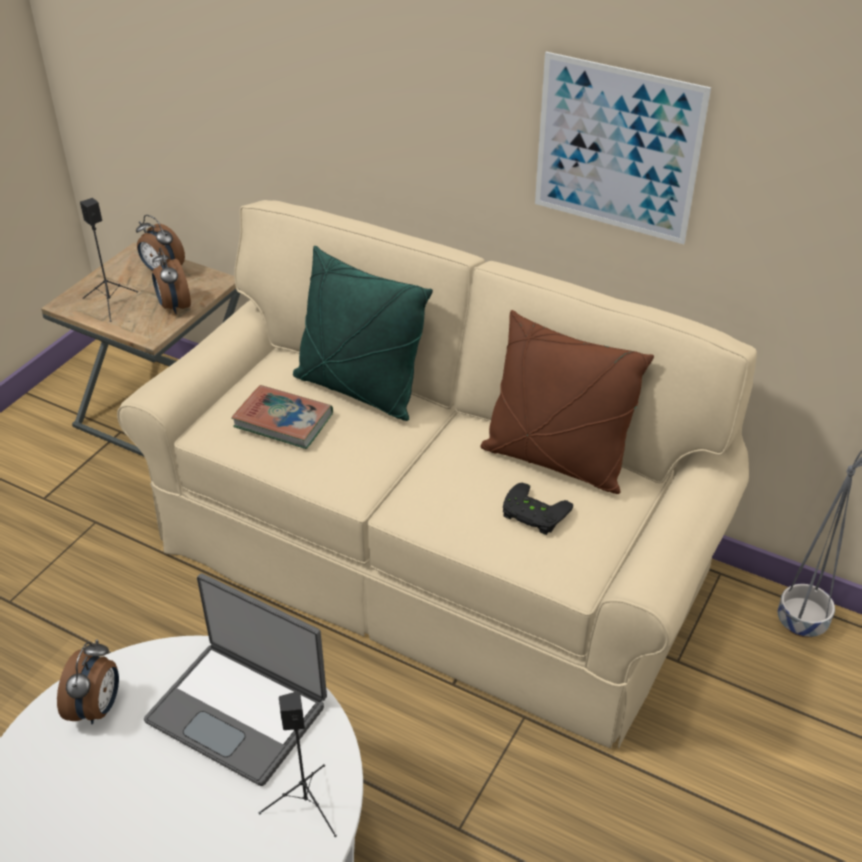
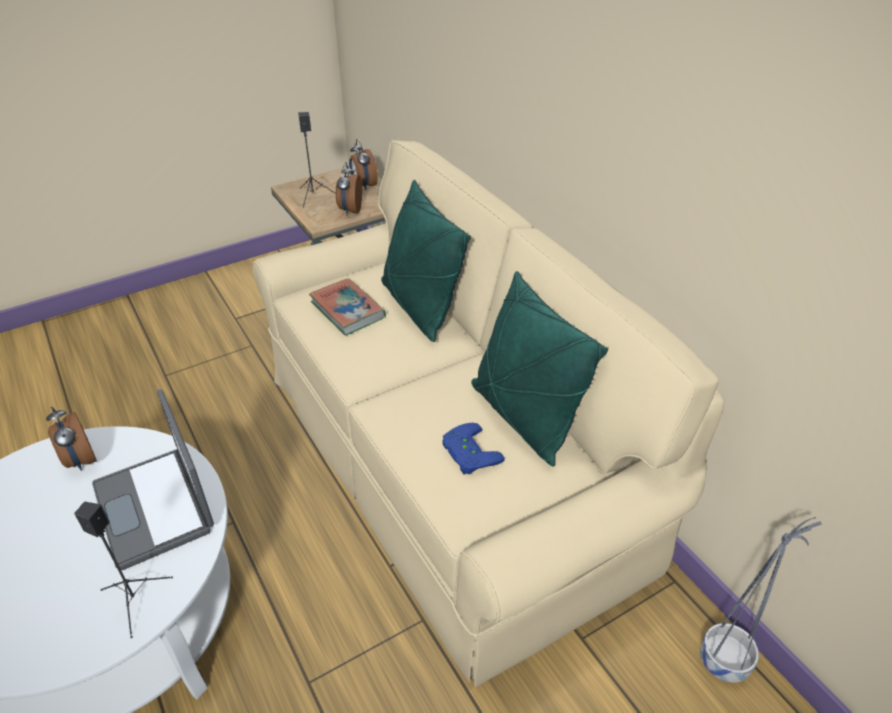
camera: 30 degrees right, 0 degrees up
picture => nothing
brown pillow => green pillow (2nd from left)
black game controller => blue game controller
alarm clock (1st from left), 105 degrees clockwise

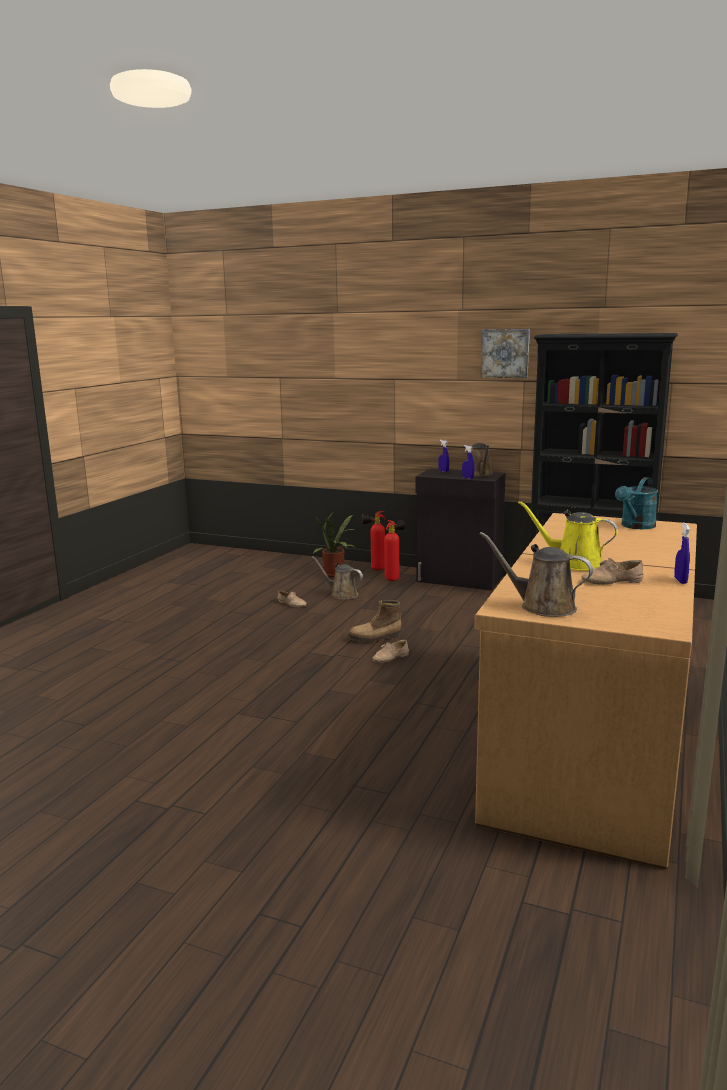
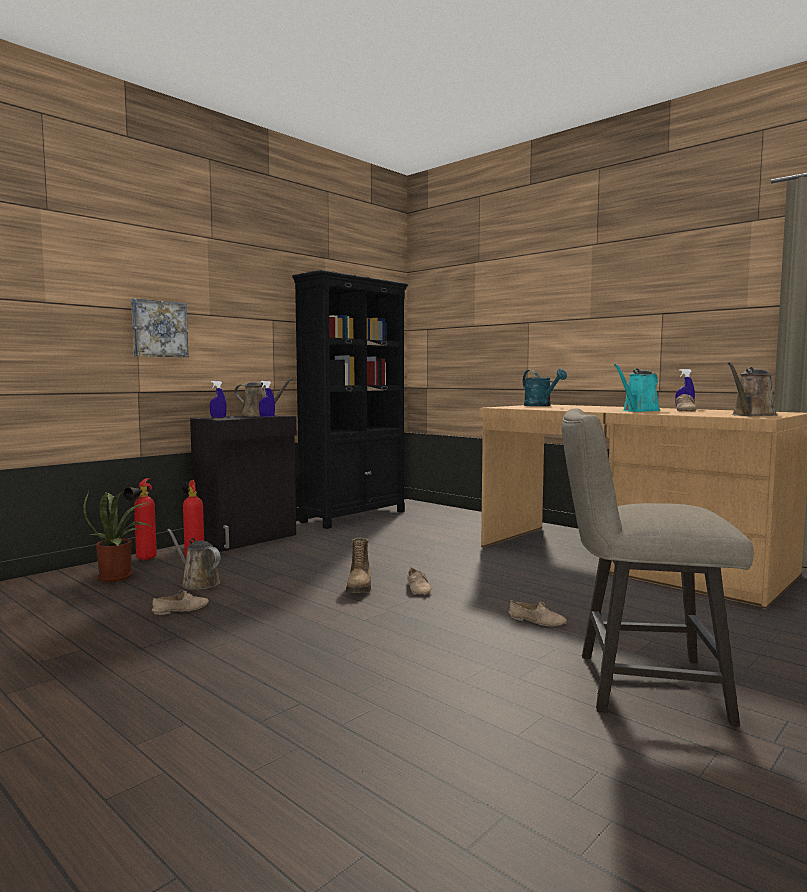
camera: 70 degrees left, 10 degrees down
picture, move
yellow watering can => turquoise watering can (2nd from left)
brown watering can (1st from left), 75 degrees clockwise
nothing => beige stool
nothing => beige shoe (3rd from left)

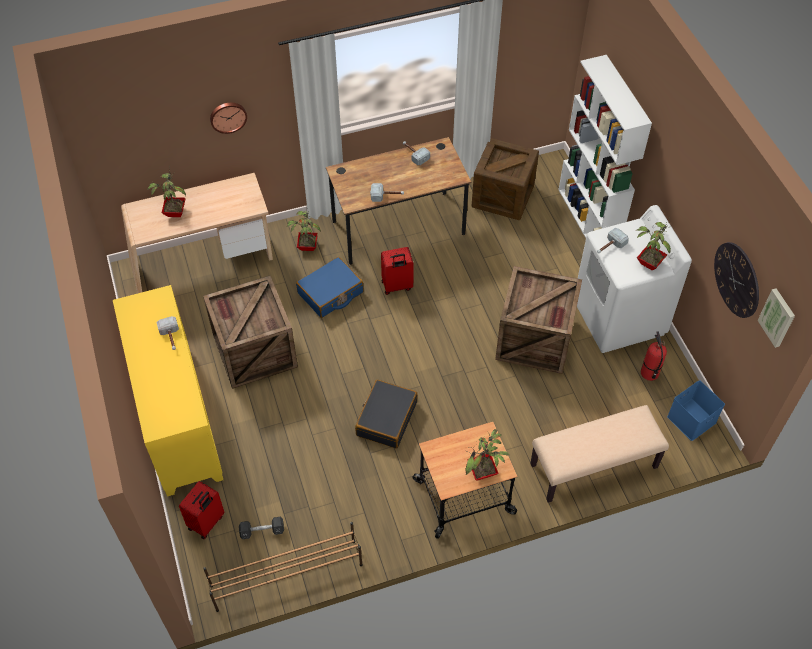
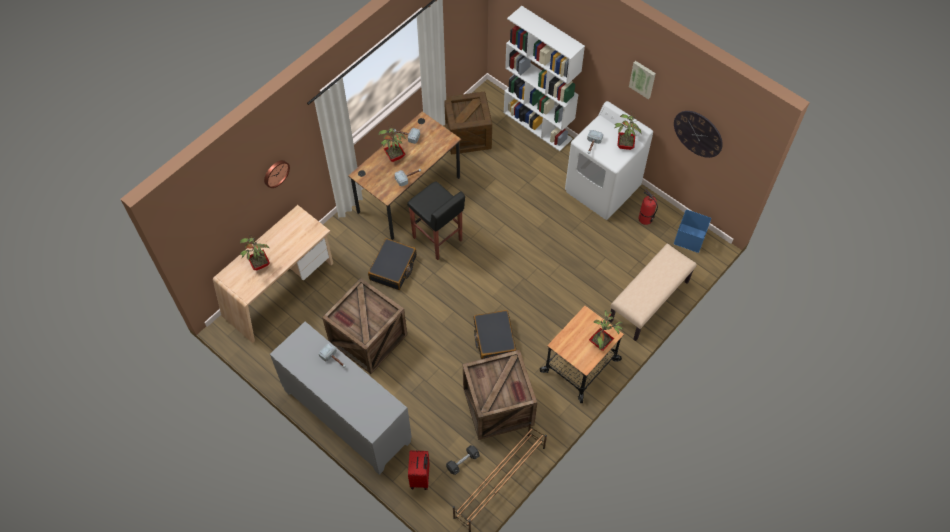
camera: 30 degrees left, 5 degrees up
potted plant (2nd from left), move
red suitcase (2nd from left) => black stool
blue suitcase => black suitcase (1st from left)
crate (3rd from left), move
yellow cabinet => grey cabinet
picture, move

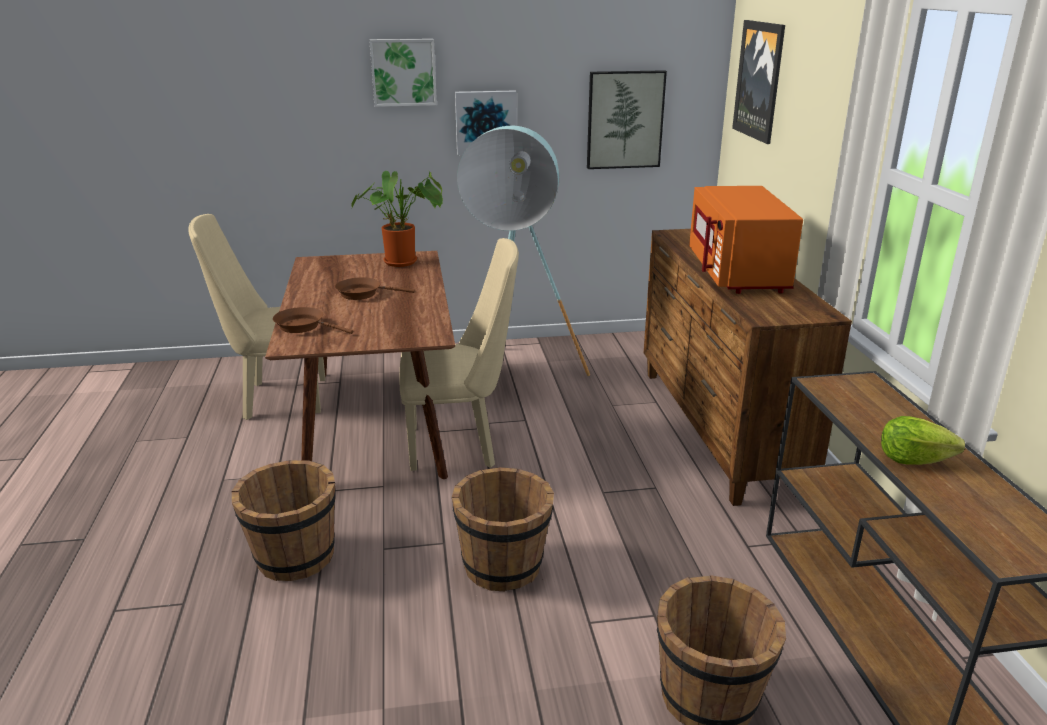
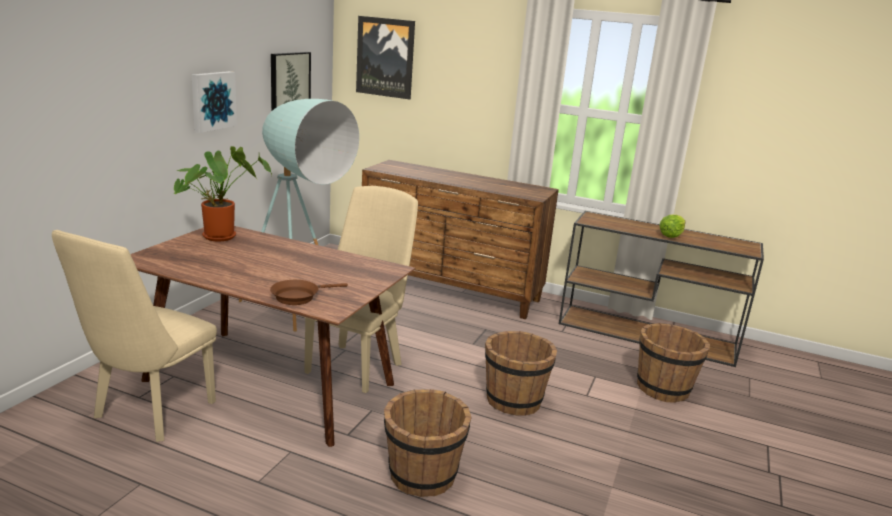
camera: 60 degrees left, 5 degrees down
picture (1st from left) => nothing
orange microwave => nothing
brown frying pan (2nd from left) => nothing

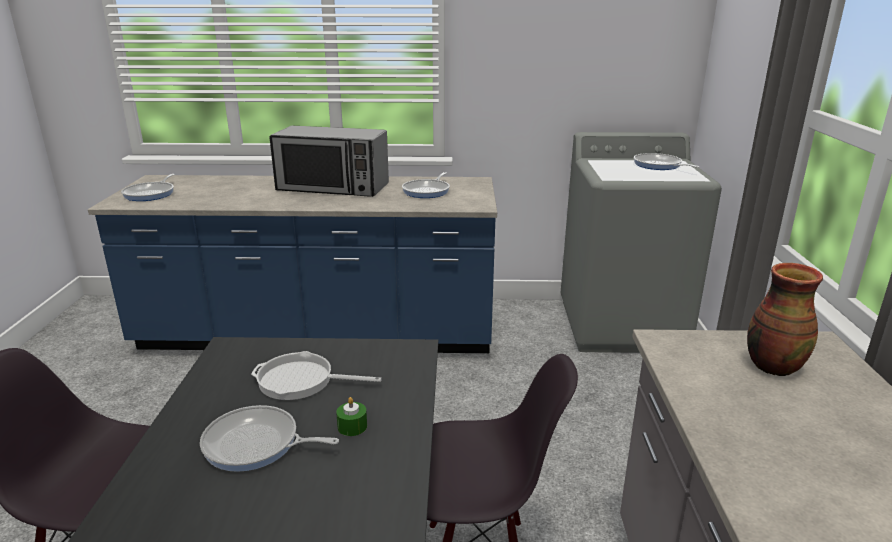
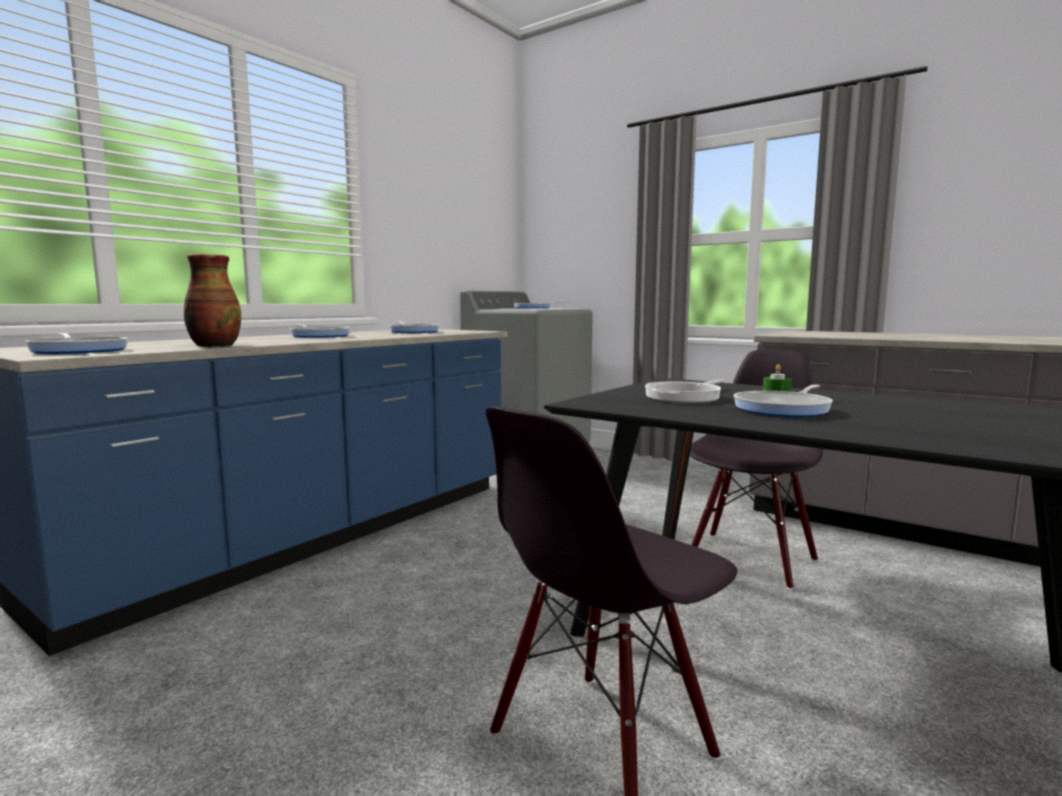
camera: 55 degrees left, 15 degrees down
microwave => frying pan (2nd from left)
vase, move

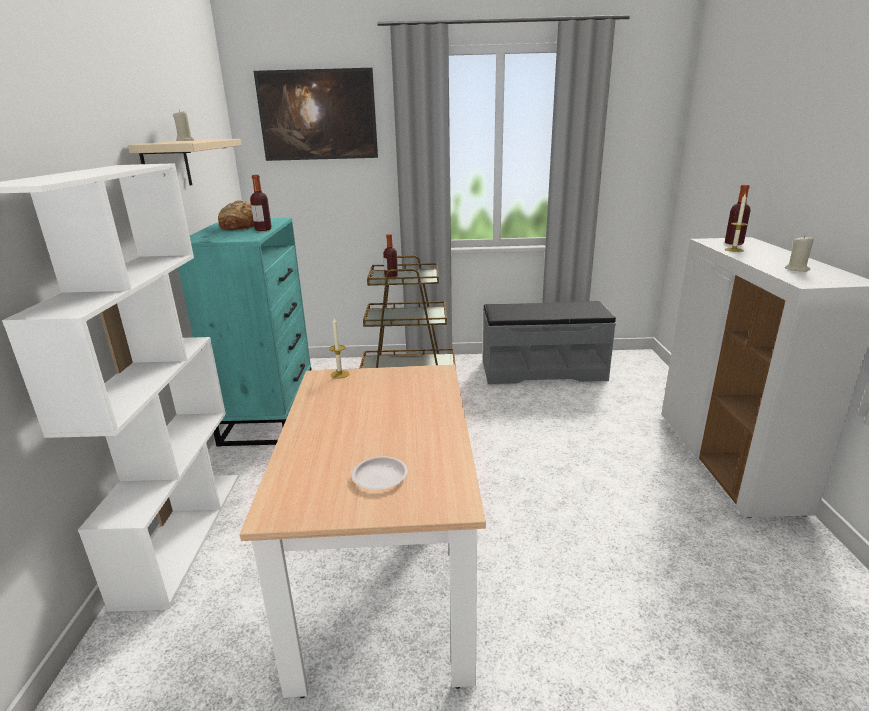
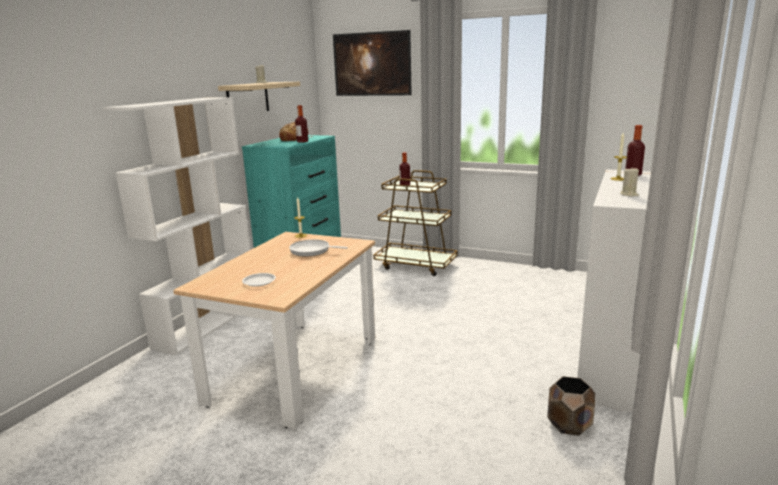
camera: 25 degrees right, 5 degrees down
grey bench => nothing
nothing => frying pan
nothing => brown planter

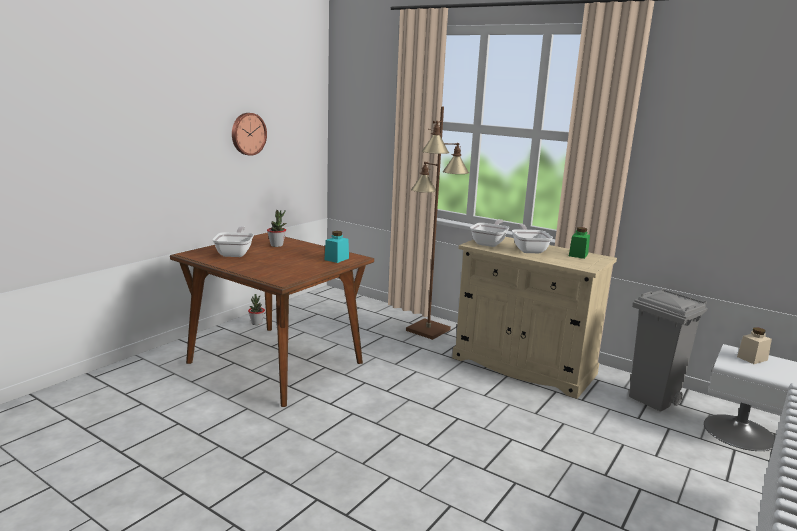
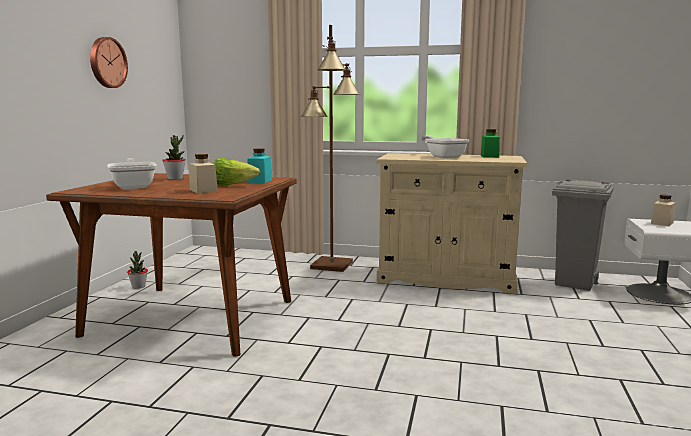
camera: 20 degrees left, 5 degrees down
frying pan (2nd from left) => nothing
nothing => beige jar (1st from left)
nothing => lettuce

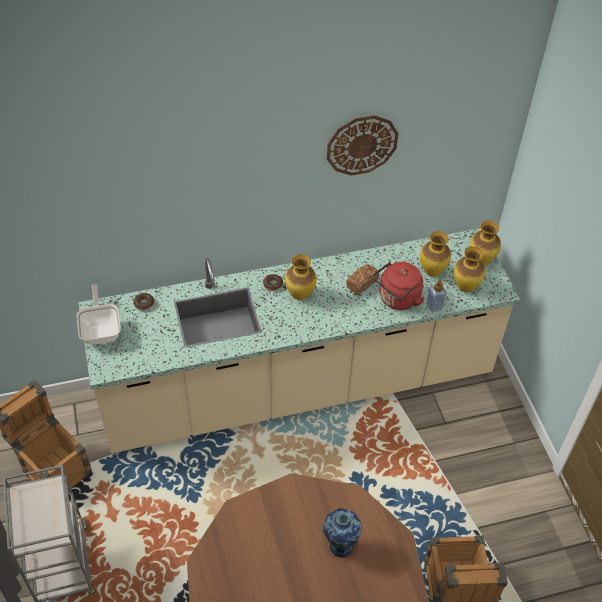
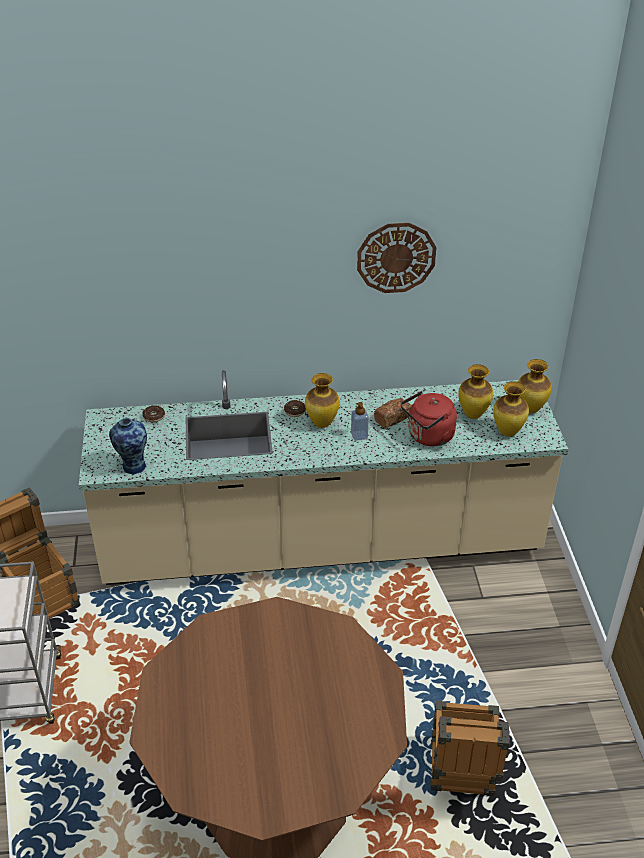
camera: 10 degrees right, 10 degrees down
soap dispenser, move
frying pan => nothing
vase (2nd from left in the first image) => vase (1st from left), move

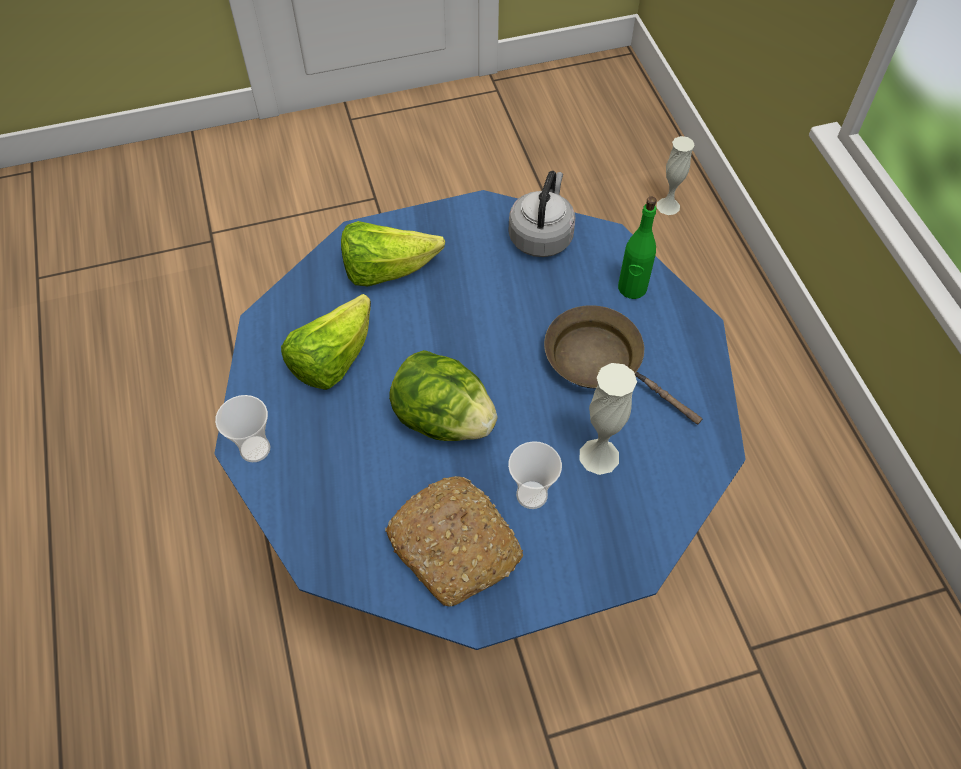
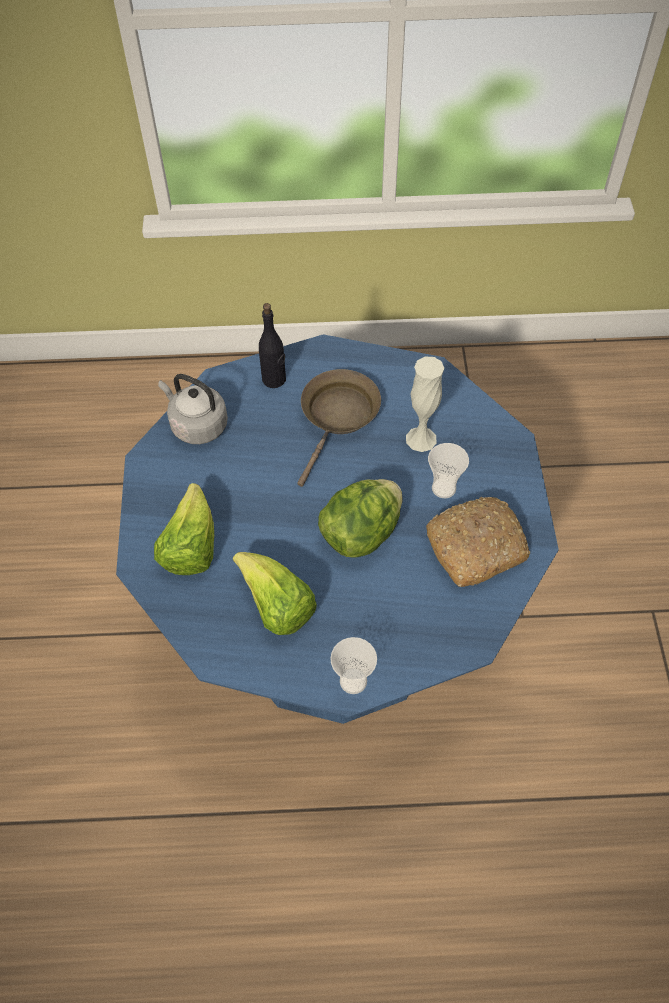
camera: 75 degrees left, 0 degrees up
white vase (2nd from left) => nothing
green bottle => black bottle
brown frying pan, 150 degrees clockwise

